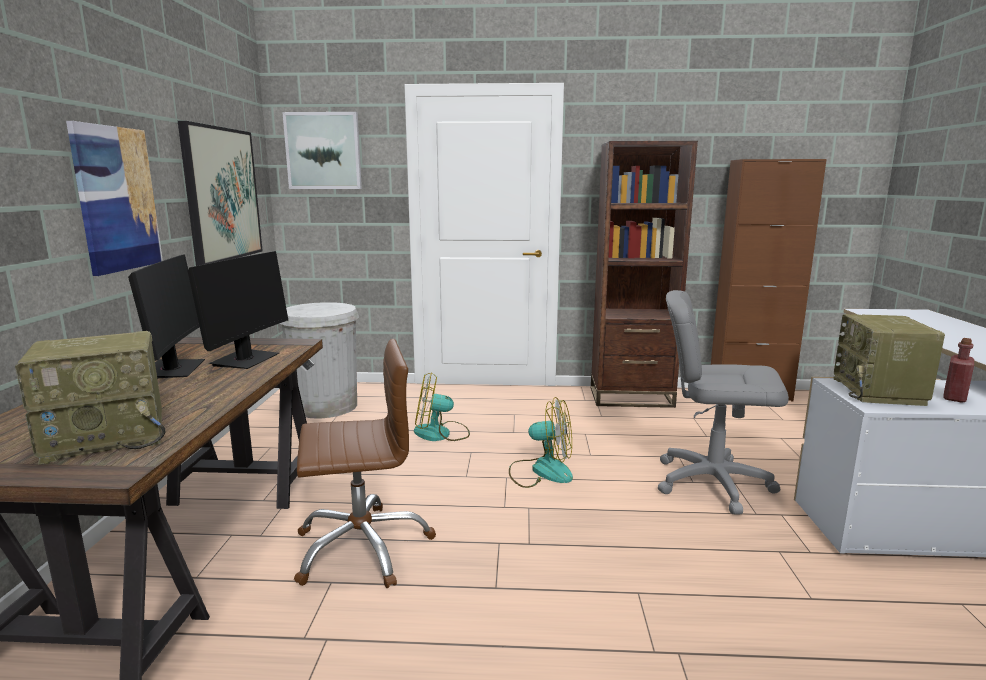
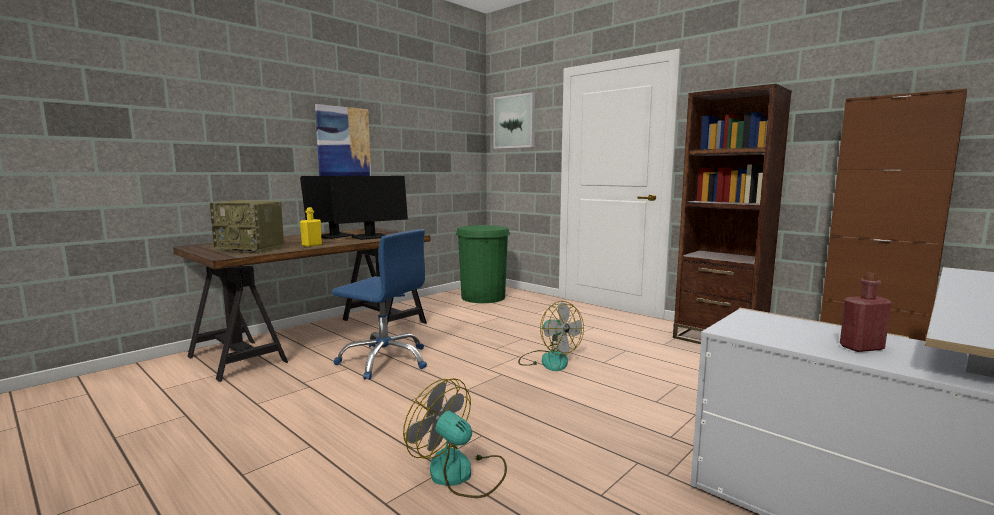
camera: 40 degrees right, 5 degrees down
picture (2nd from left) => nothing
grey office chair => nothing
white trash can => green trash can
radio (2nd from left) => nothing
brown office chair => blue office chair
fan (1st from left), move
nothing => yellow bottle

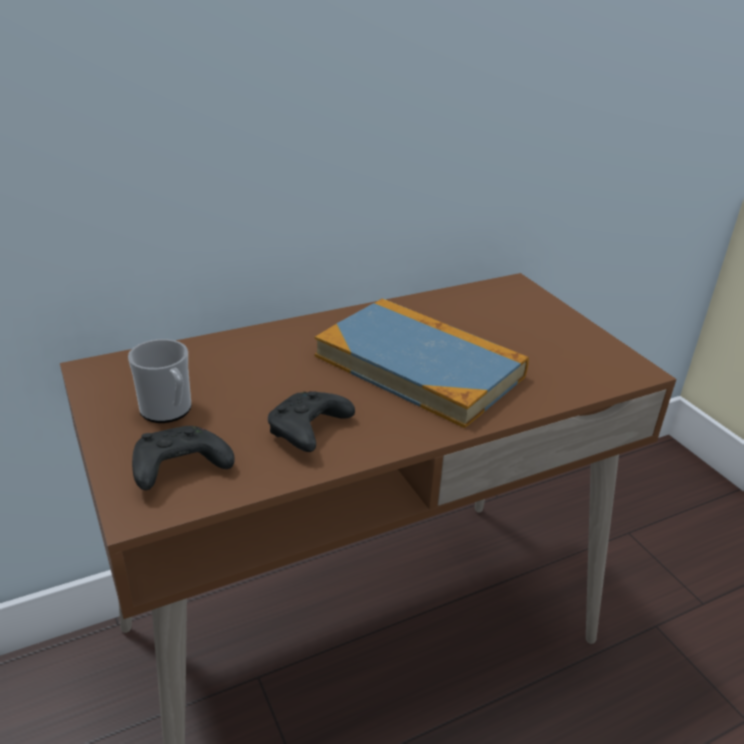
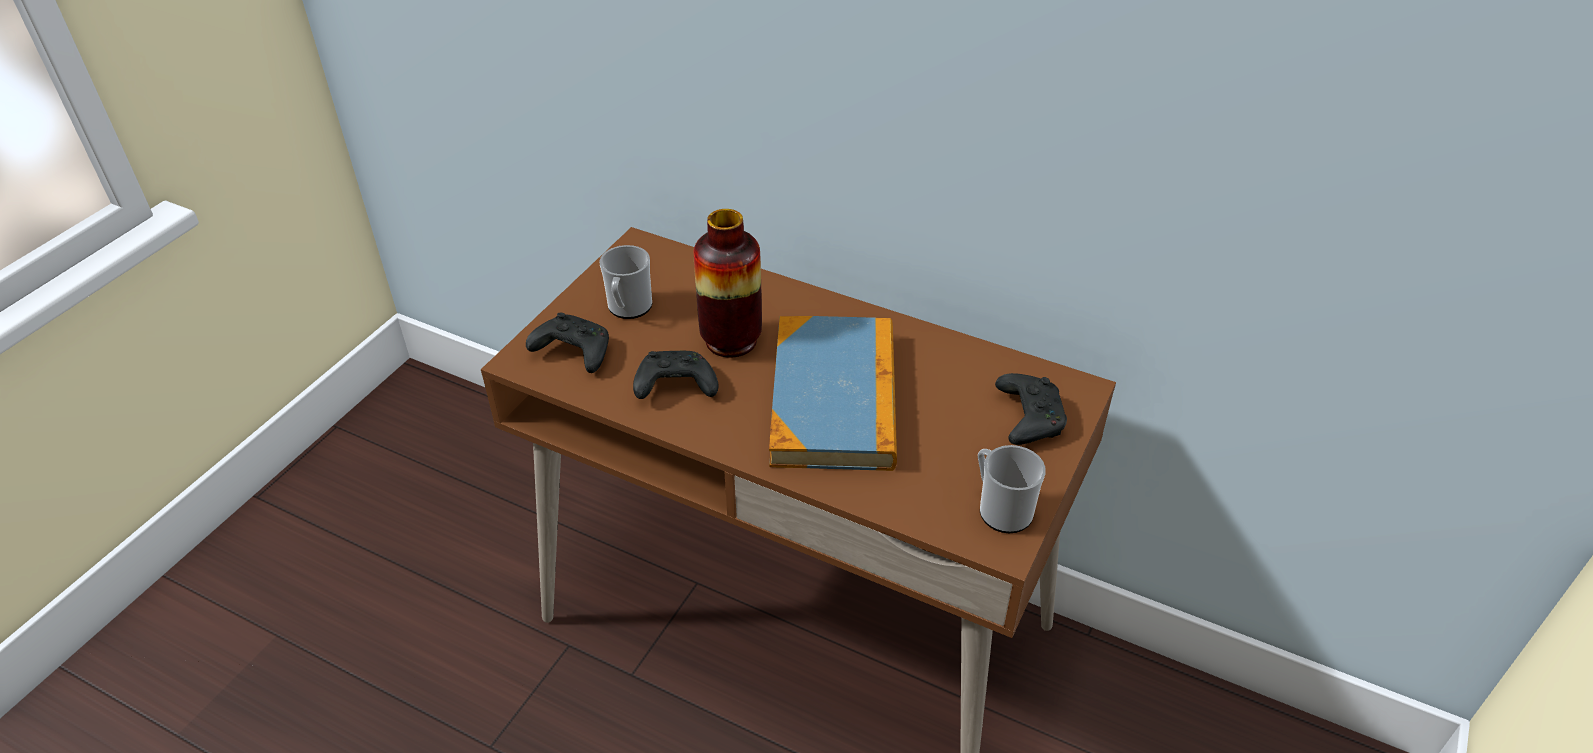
camera: 55 degrees right, 10 degrees up
nothing => vase
nothing => black game controller (3rd from left)
nothing => mug (2nd from left)

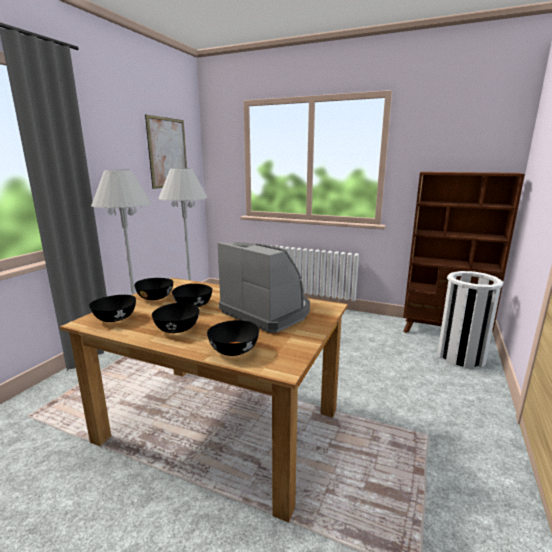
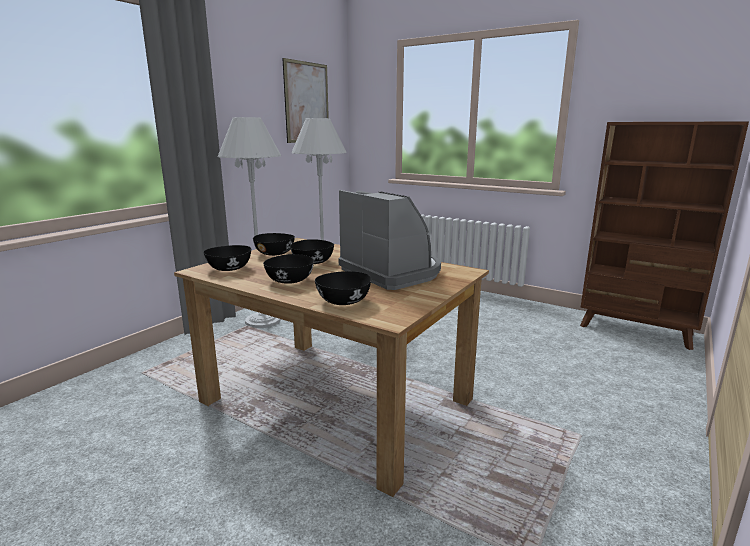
camera: 10 degrees right, 0 degrees up
white trash can => nothing

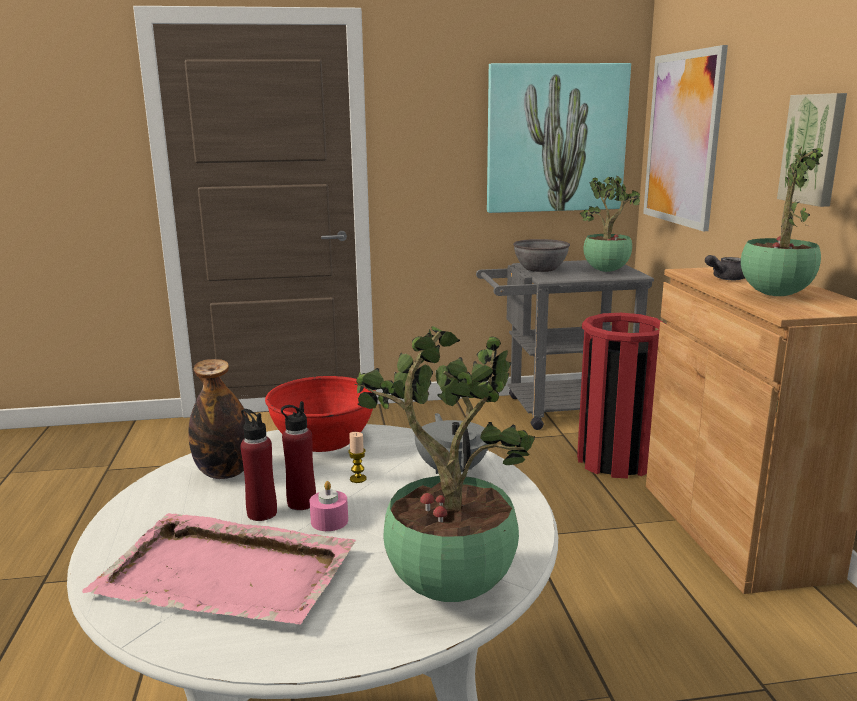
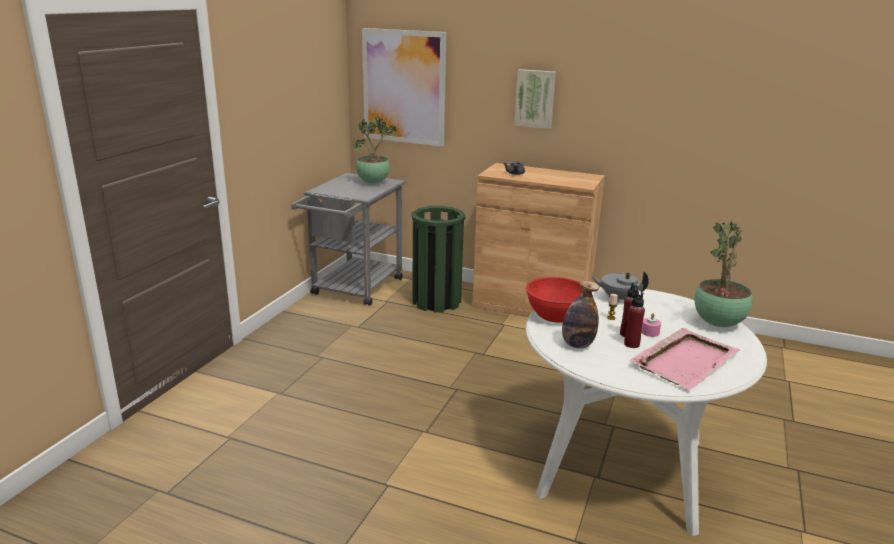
camera: 60 degrees left, 5 degrees up
picture (1st from left) => nothing
potted plant (3rd from left) => nothing
grey bowl => nothing
red trash can => green trash can

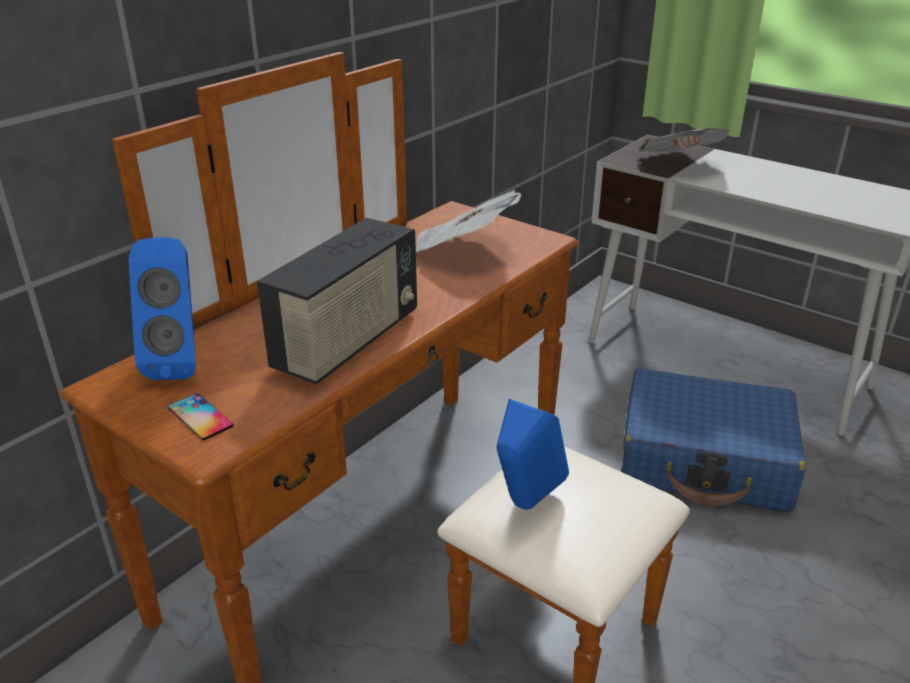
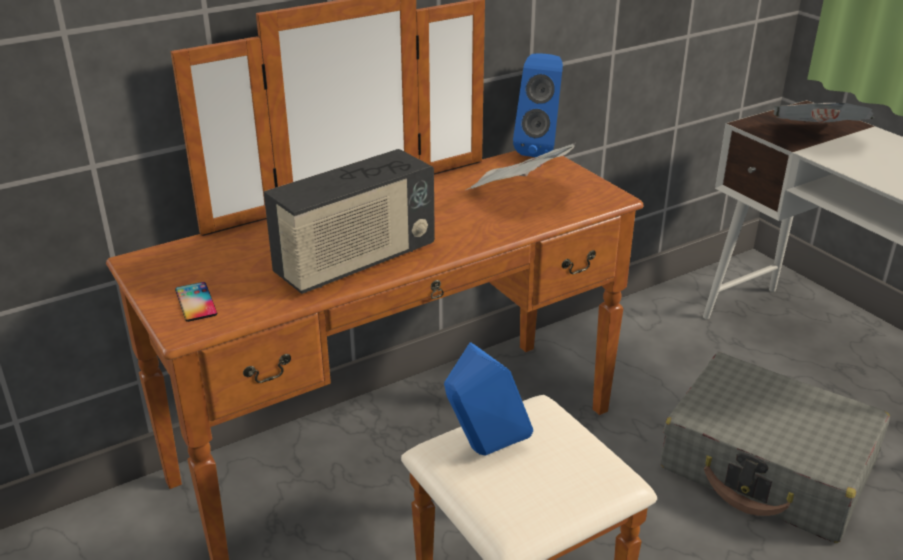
camera: 20 degrees right, 0 degrees up
blue speaker (1st from left in the first image) => blue speaker (2nd from left), move
blue suitcase => grey suitcase

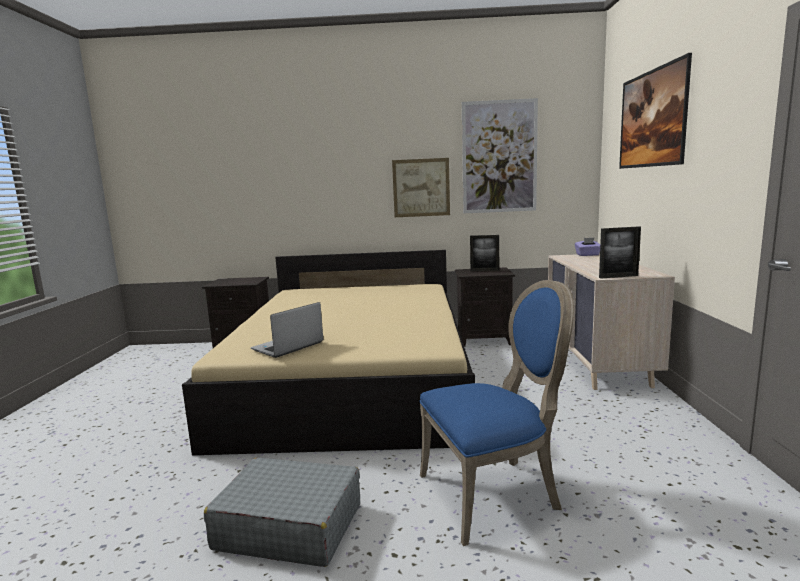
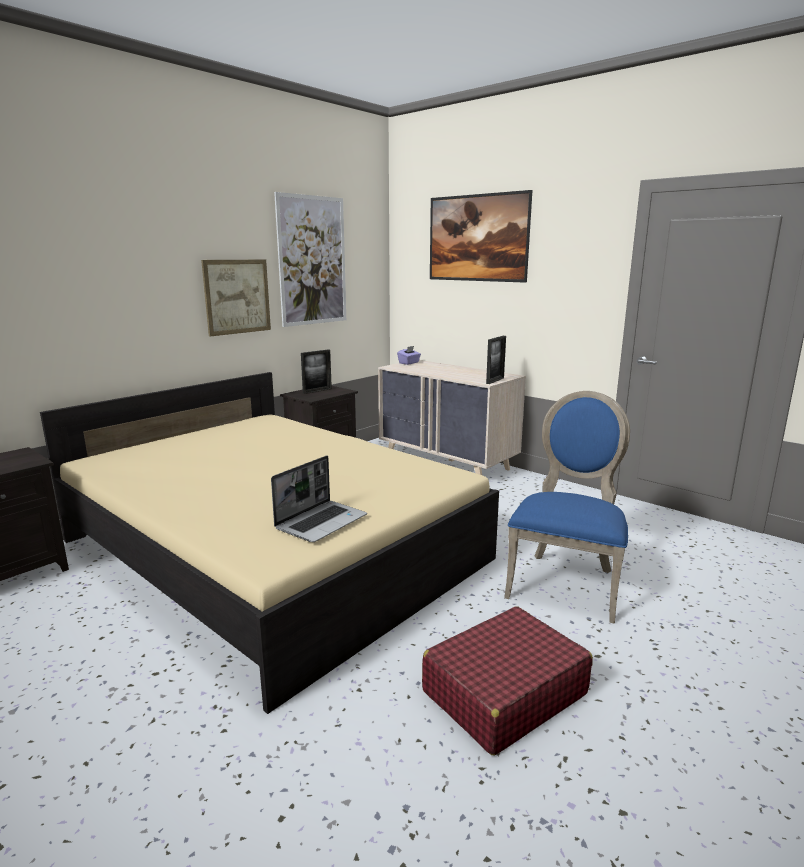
camera: 50 degrees left, 5 degrees up
laptop, 135 degrees counterclockwise
grey suitcase => red suitcase

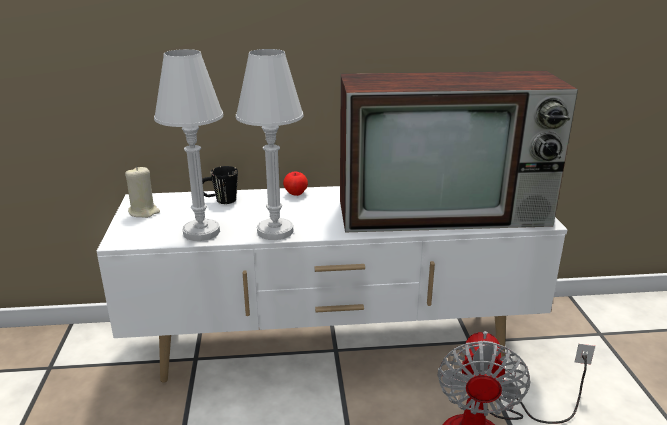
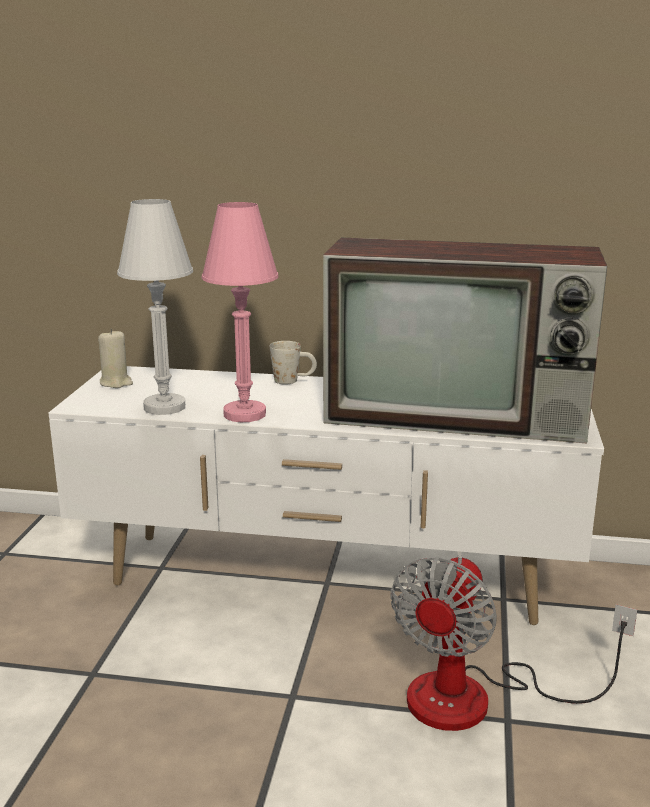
camera: 15 degrees right, 5 degrees down
white table lamp (2nd from left) => pink table lamp
black mug => nothing
apple => white mug

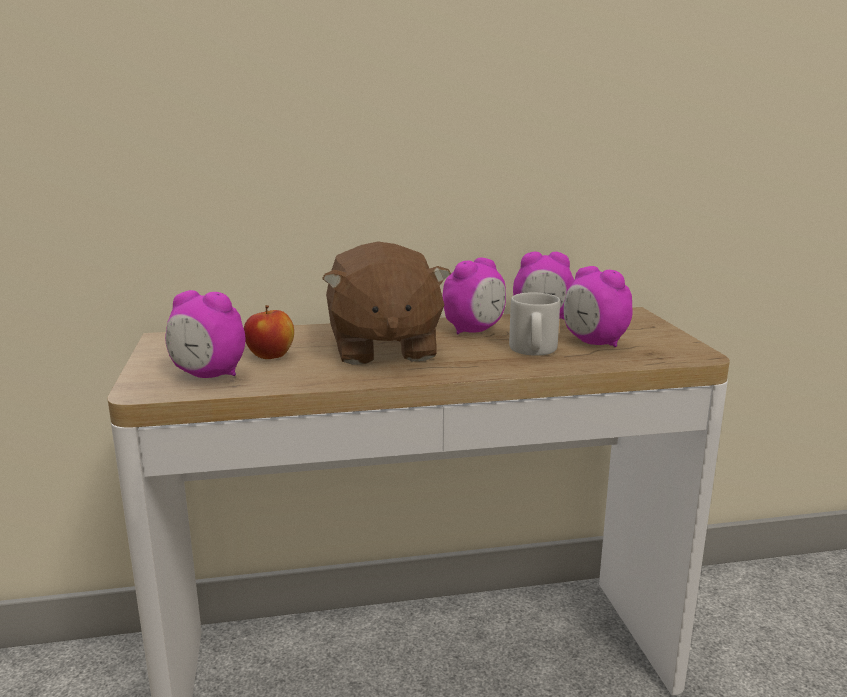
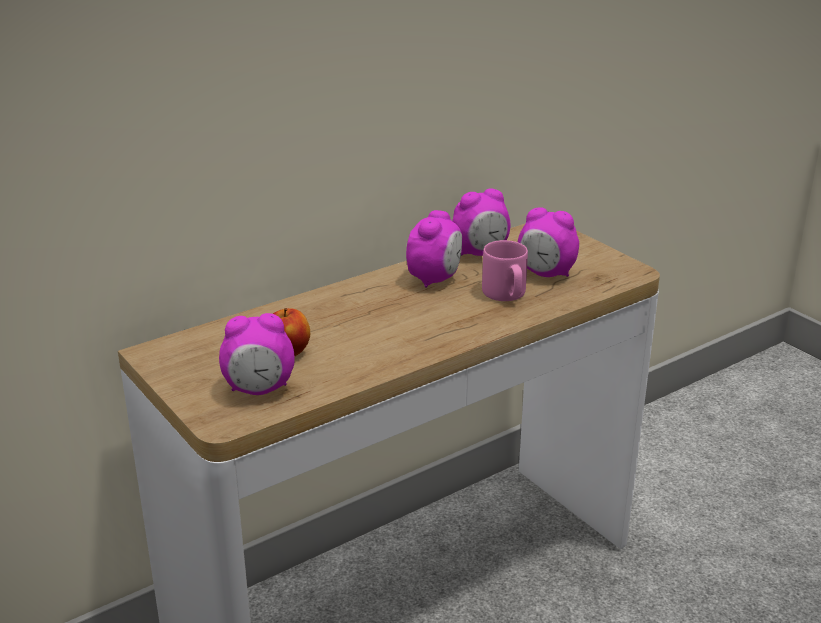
camera: 25 degrees left, 10 degrees up
brown plush toy => nothing
grey mug => pink mug

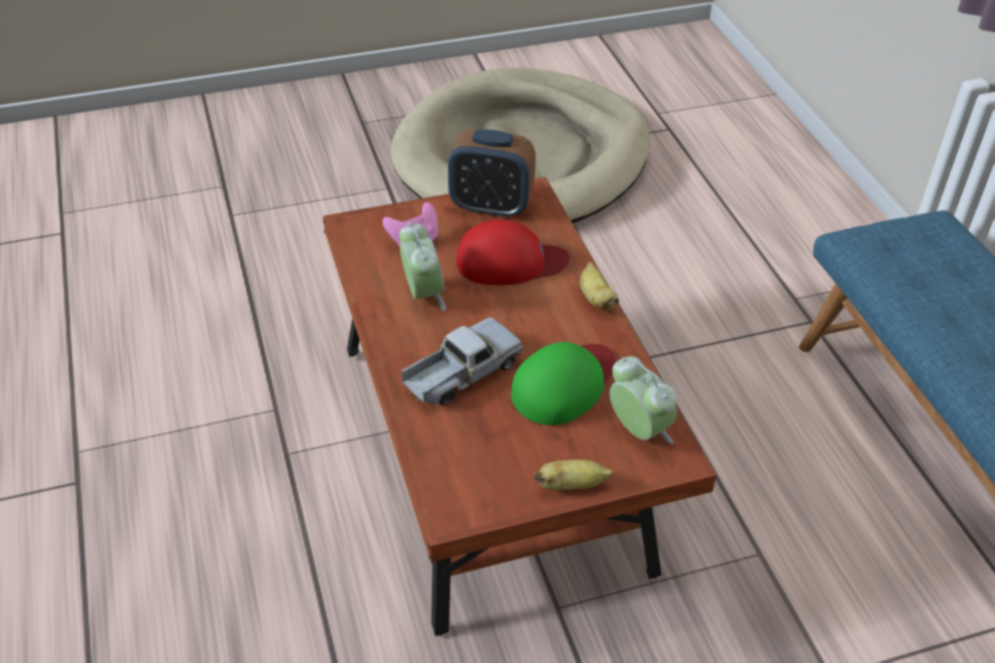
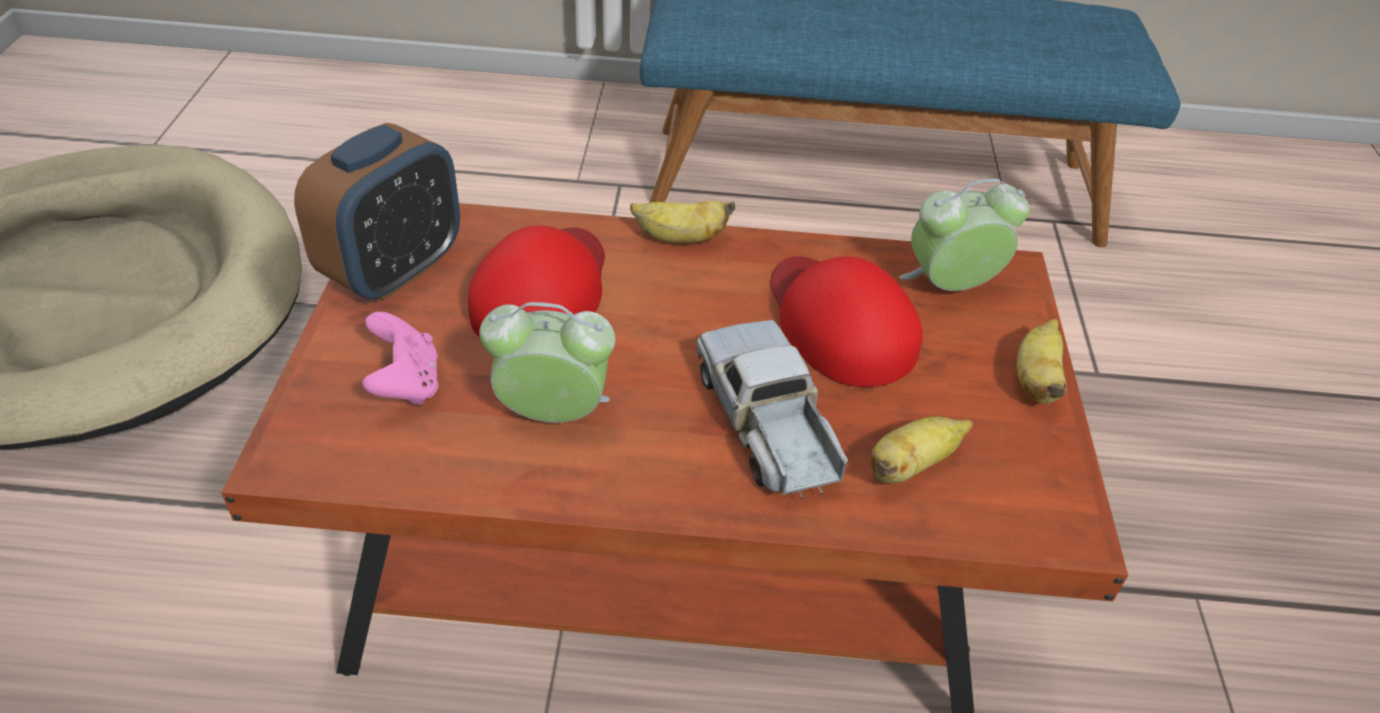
camera: 70 degrees left, 0 degrees up
green cap => red cap (2nd from left)
nothing => banana (2nd from left)

